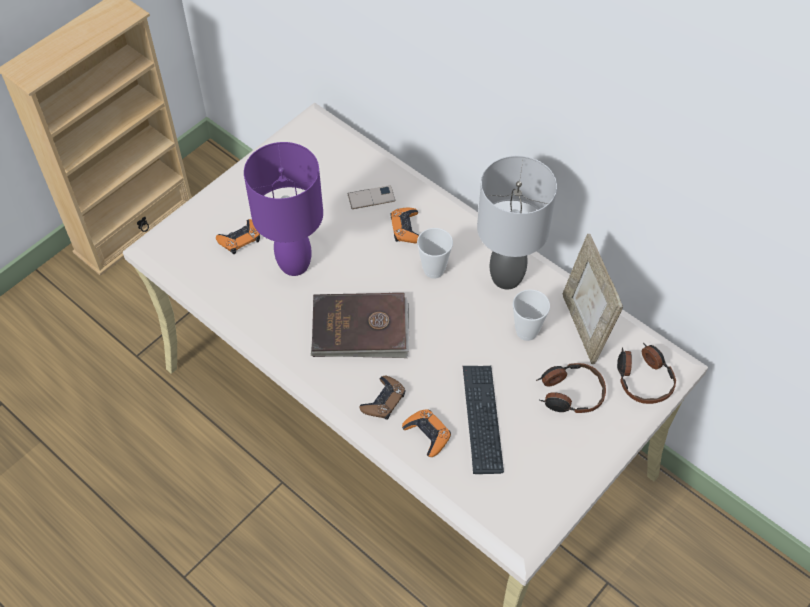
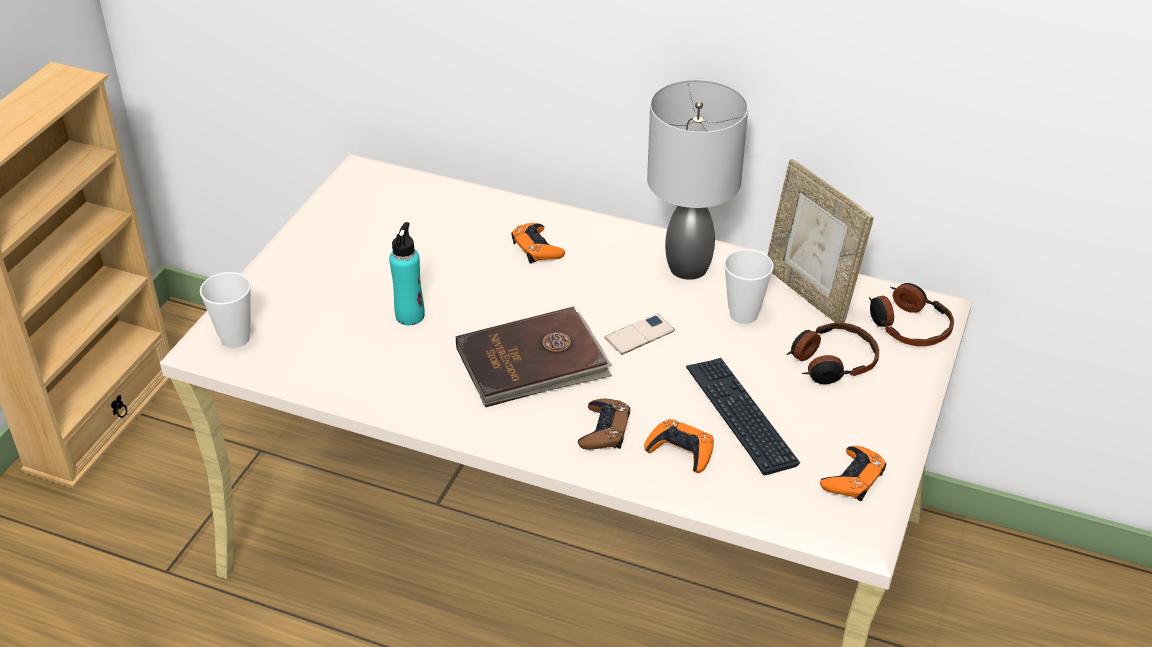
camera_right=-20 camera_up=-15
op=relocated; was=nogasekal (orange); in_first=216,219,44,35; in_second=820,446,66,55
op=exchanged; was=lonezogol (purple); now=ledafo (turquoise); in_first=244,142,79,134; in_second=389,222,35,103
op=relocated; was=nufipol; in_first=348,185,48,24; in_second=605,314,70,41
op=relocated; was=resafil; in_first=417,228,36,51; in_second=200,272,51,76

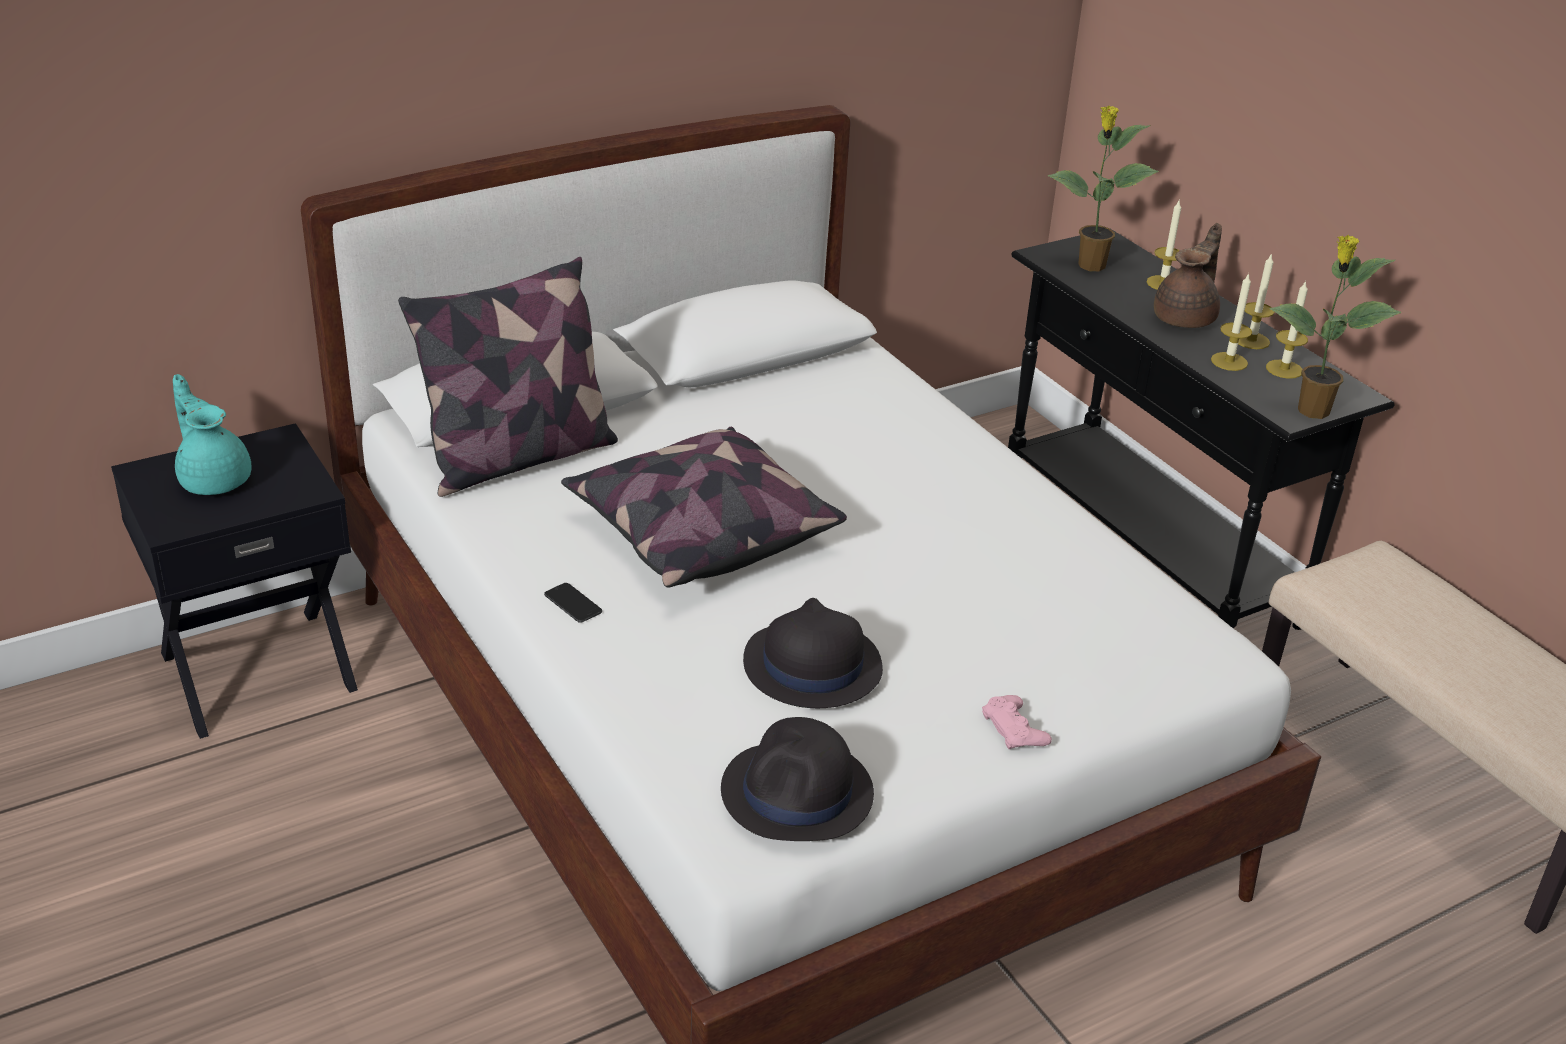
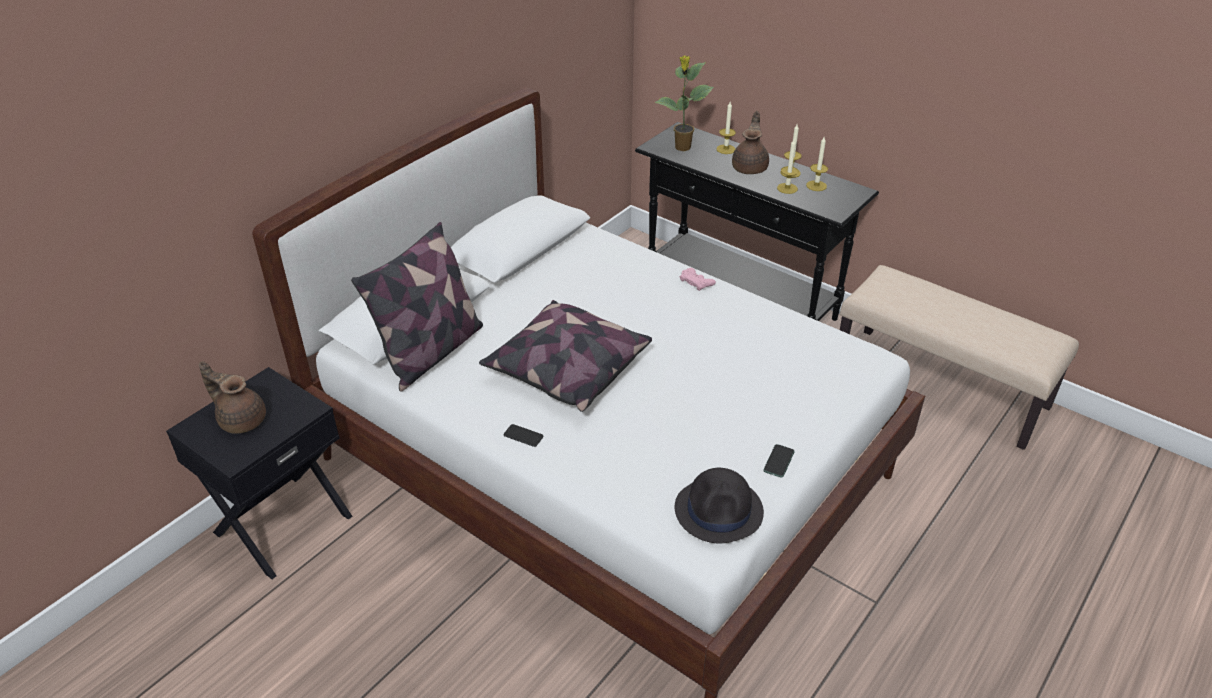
camera_right=-20 camera_up=5
op=colour; was=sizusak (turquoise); now=sizusak (brown); in_first=173,374,79,121; in_second=199,361,67,73
op=missing; was=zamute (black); in_first=743,598,140,110
op=relocated; was=nogasekal (pink); in_first=982,695,70,54; in_second=680,268,36,23
op=missing; was=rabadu; in_first=1269,235,132,184
op=appeared; now=nufipol; in_second=763,444,32,34

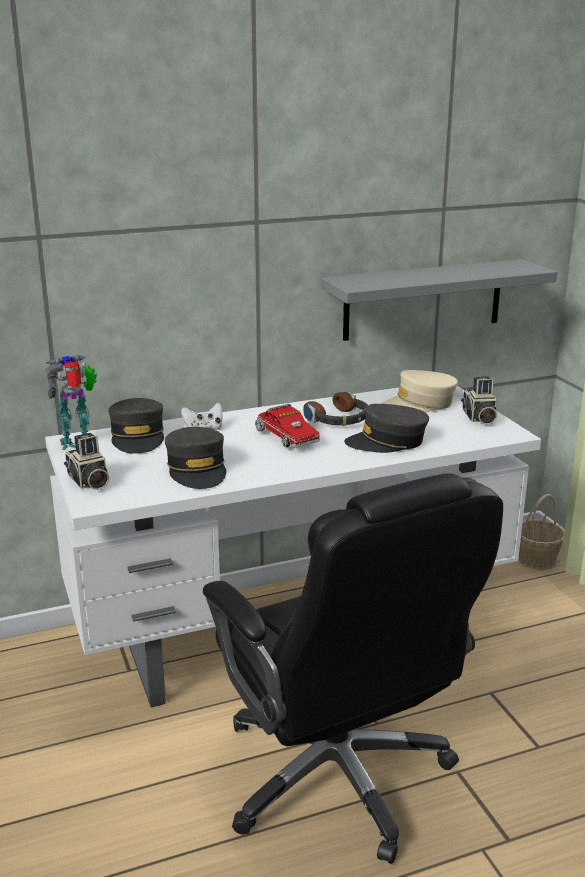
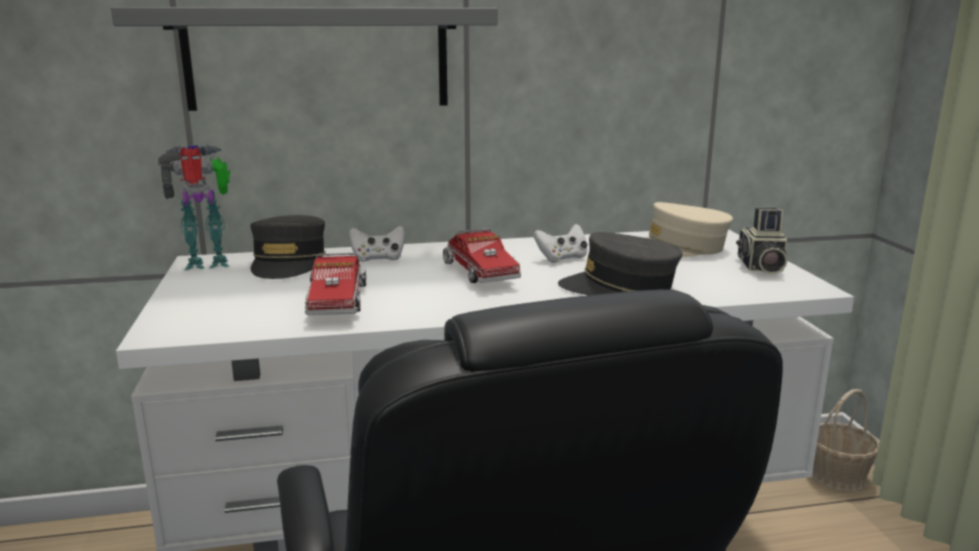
camera_right=10 camera_up=-5
op=missing; was=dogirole; in_first=64,433,45,57
op=exchanged; was=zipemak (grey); now=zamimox; in_first=165,427,61,62; in_second=305,253,61,62
op=exchanged; was=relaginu; now=nogasekal (white); in_first=303,392,65,34; in_second=533,224,54,39
op=relocated; was=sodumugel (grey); in_first=321,259,236,82; in_second=111,7,387,104

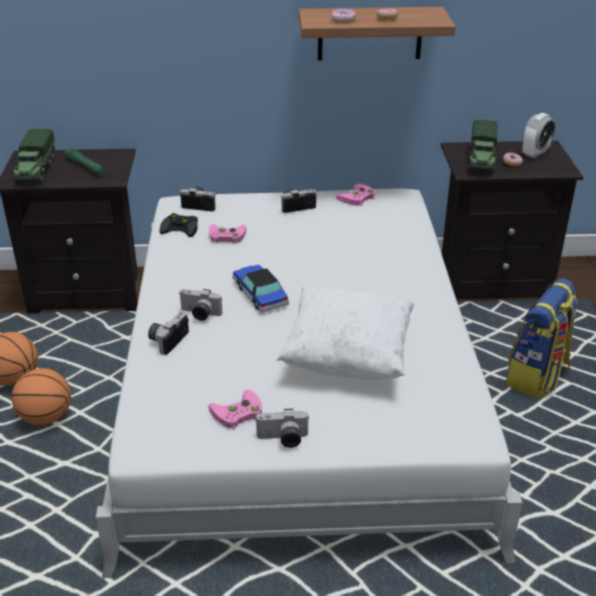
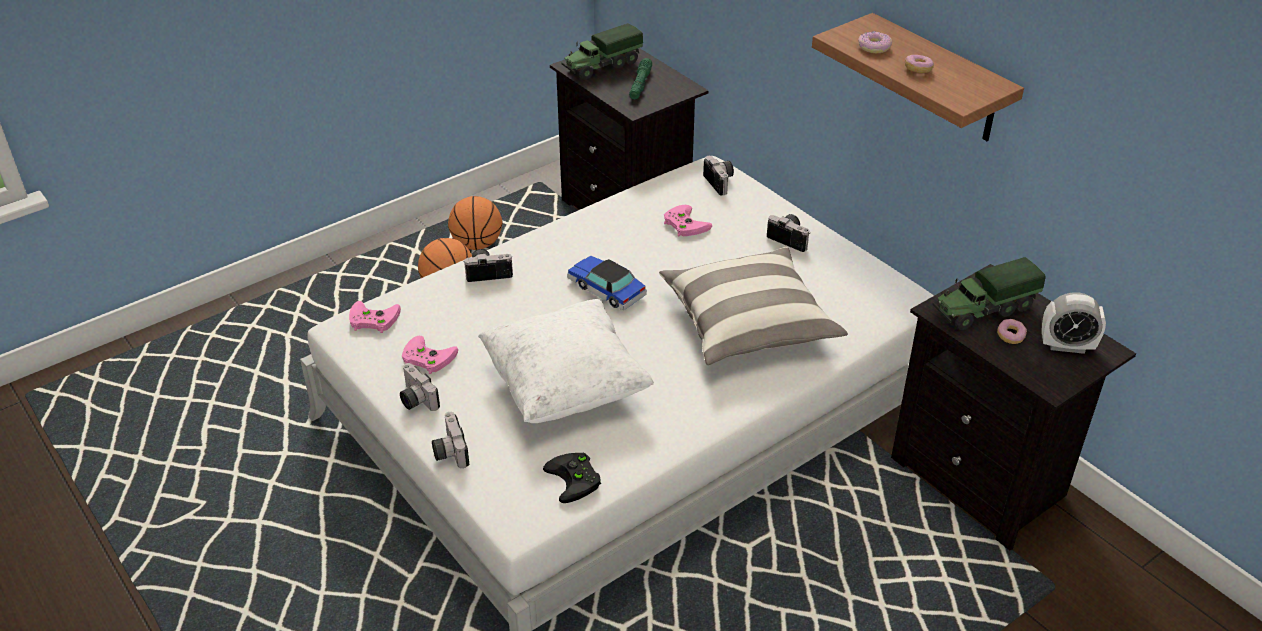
camera_right=55 camera_up=5
op=relocated; was=nogasekal (black); in_first=159,213,39,24; in_second=543,453,58,50
op=relocated; was=dogirole; in_first=179,289,43,32; in_second=432,412,37,56
op=spun; was=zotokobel; in_first=232,264,57,49; in_second=567,255,80,56; clockwise=-75
op=relocated; was=nogasekal (pink); in_first=336,184,39,22; in_second=349,301,52,32
op=missing; was=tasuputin; in_first=506,278,72,121
op=appeared; now=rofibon; in_second=659,247,189,118

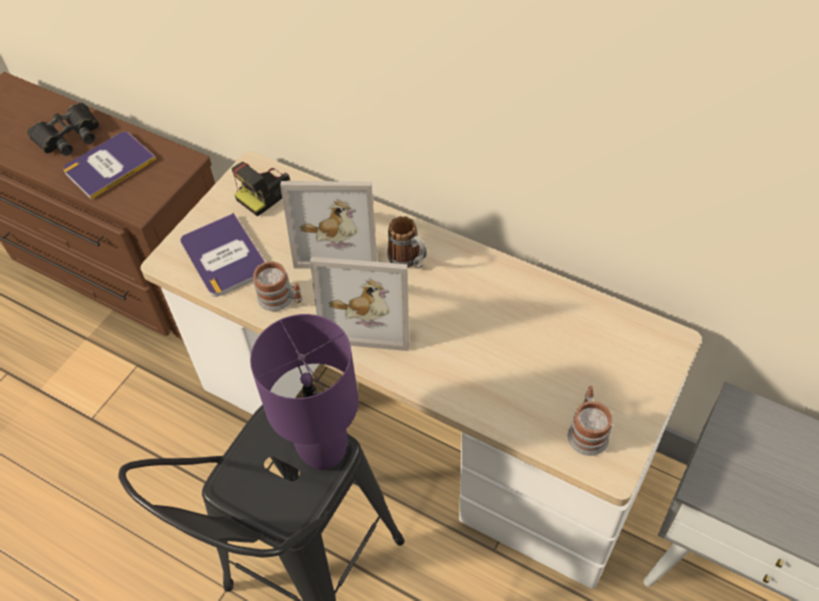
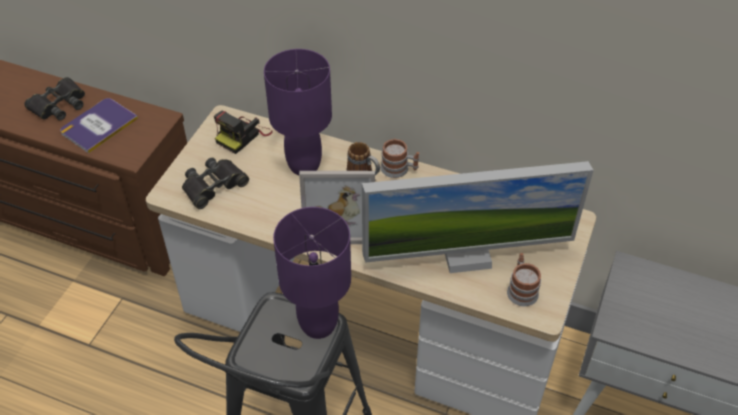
camera_right=-10 camera_up=-5
op=exchanged; was=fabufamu; now=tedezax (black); in_first=180,213,85,84; in_second=182,158,67,51
op=relocated; was=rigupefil; in_first=253,261,49,50; in_second=380,139,39,39
op=exchanged; was=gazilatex; now=lonezogol (purple); in_first=280,181,97,88; in_second=264,49,68,126
op=appeared; now=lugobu; in_second=362,161,232,112

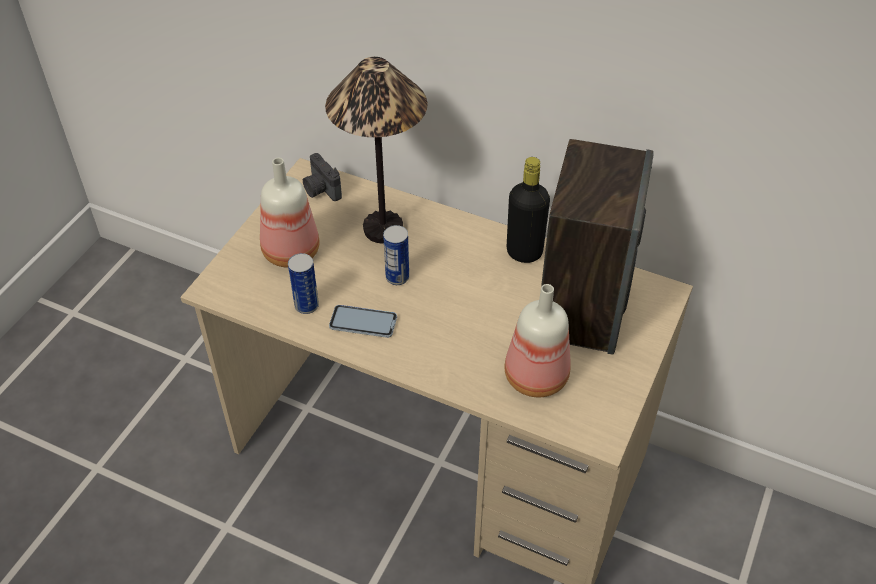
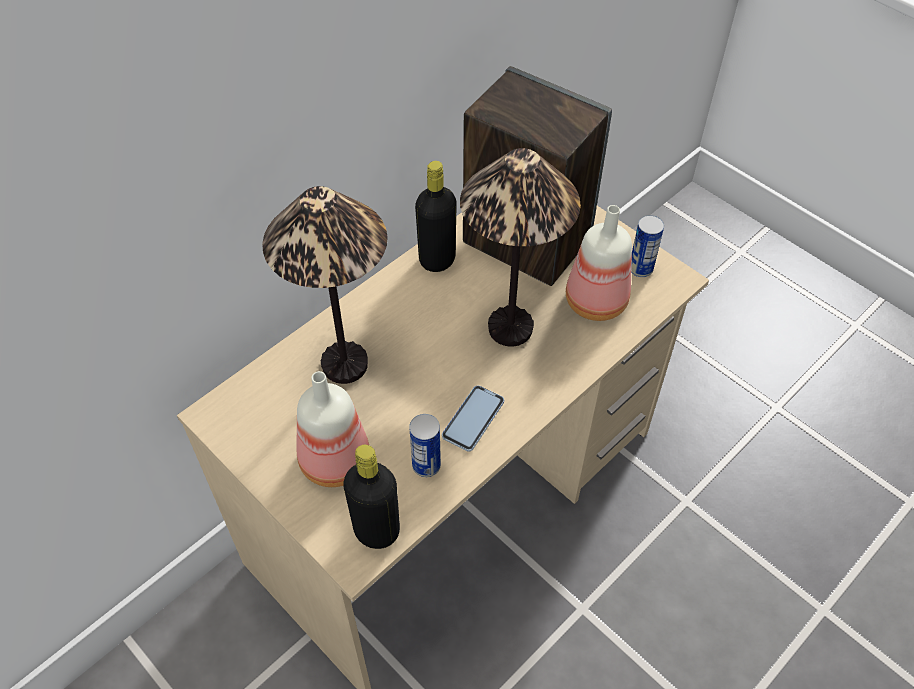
camera_right=-70 camera_up=5
op=missing; was=dogirole; in_first=303,153,39,48
op=relocated; was=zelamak; in_first=383,225,26,60; in_second=631,215,33,62
op=appeared; now=ledafo (black); in_second=343,445,57,104
op=appeared; now=lonezogol; in_second=460,148,121,198

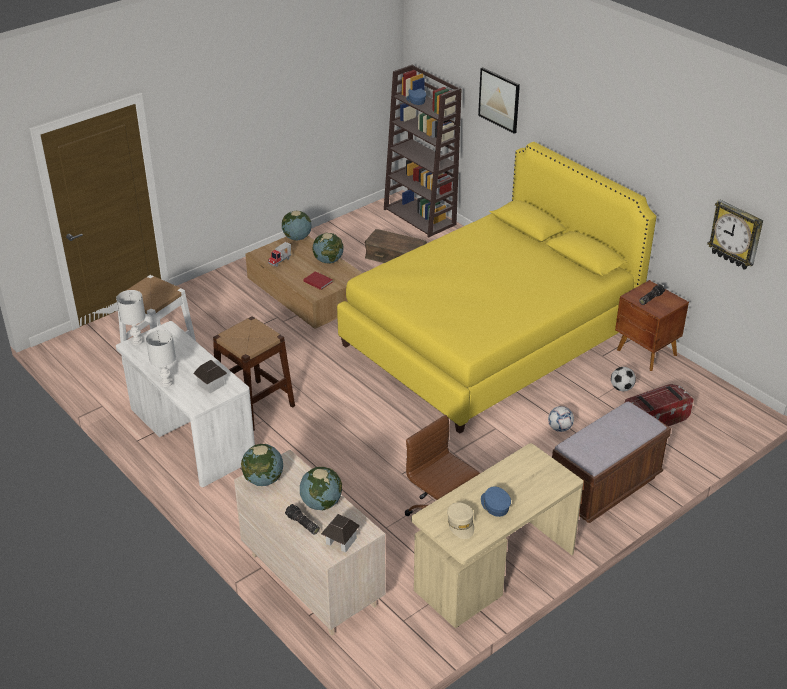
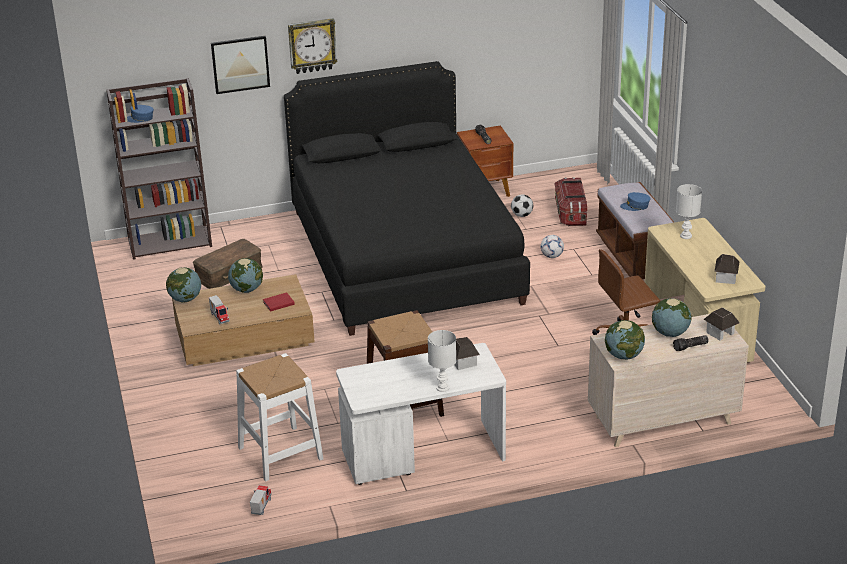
camera_right=-65 camera_up=-5
op=relocated; was=lonezogol (white); in_first=116,290,30,55; in_second=676,184,26,55
op=colour; was=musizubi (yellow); now=musizubi (black); in_first=337,142,319,292; in_second=284,61,246,275
op=exchanged; was=zipemak (beige); now=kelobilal; in_first=447,502,27,37; in_second=715,254,25,30
op=relocated; was=zipemak (blue); in_first=481,487,30,30; in_second=620,192,30,19
op=relocated; was=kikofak; in_first=707,200,56,70; in_second=288,18,49,56
op=appeared; now=zamimox; in_second=250,485,22,30

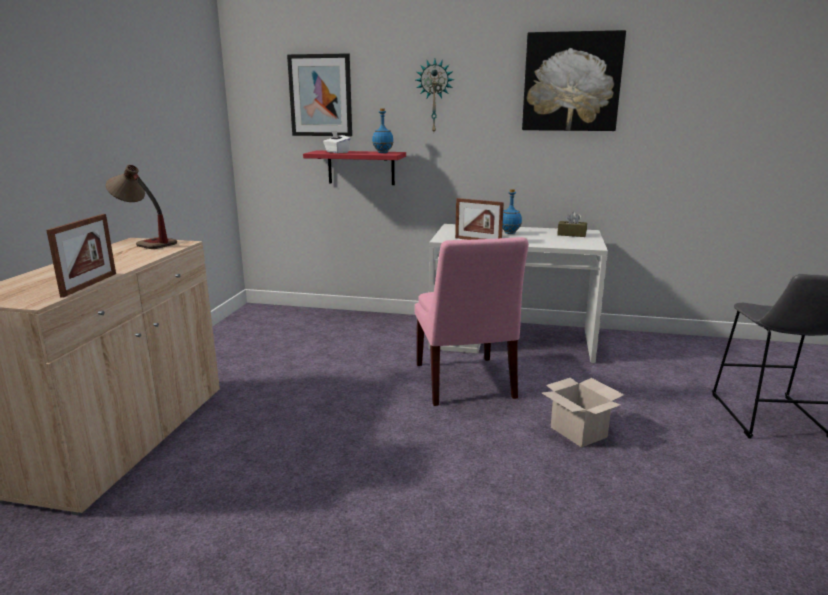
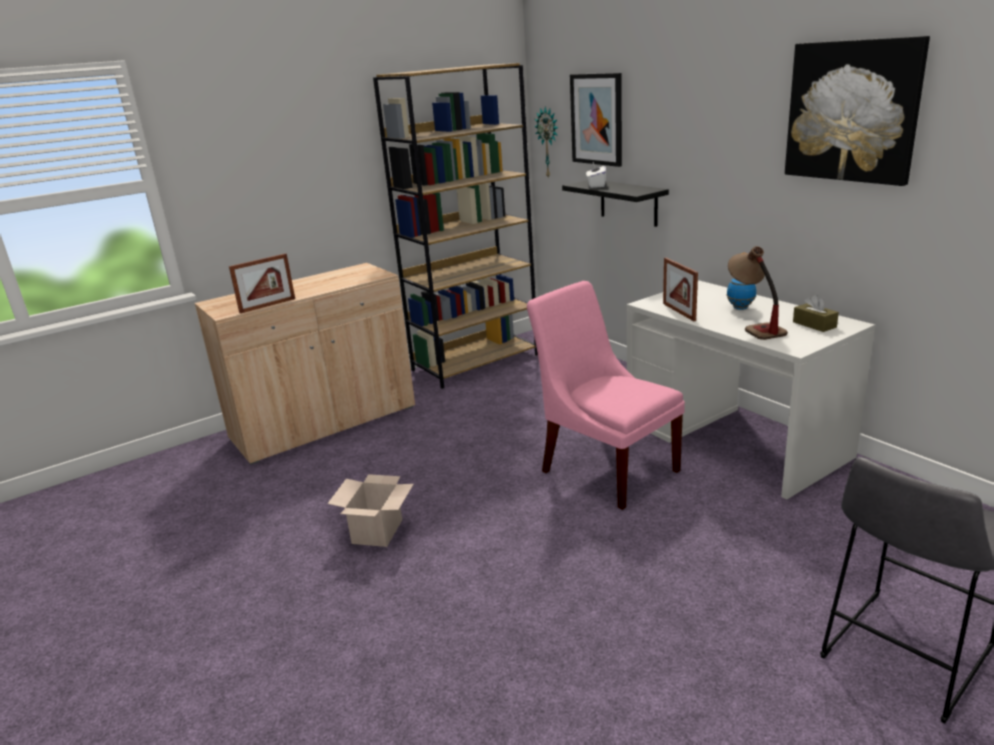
camera_right=45 camera_up=5
op=relocated; was=lonezogol; in_first=106,165,71,84; in_second=728,246,60,94
op=colour; was=sodumugel (red); now=sodumugel (black); in_first=303,150,103,35; in_second=562,180,107,47
op=missing; was=ledafo (blue); in_first=372,108,22,45
op=spun; was=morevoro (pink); in_first=415,237,114,169; in_second=527,281,158,229; clockwise=105
op=relocated; was=kikofak; in_first=416,59,38,73; in_second=534,106,24,73
op=relocated; was=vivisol; in_first=542,378,82,70; in_second=327,474,87,73
op=appeared; now=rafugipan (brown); in_second=373,63,165,326

